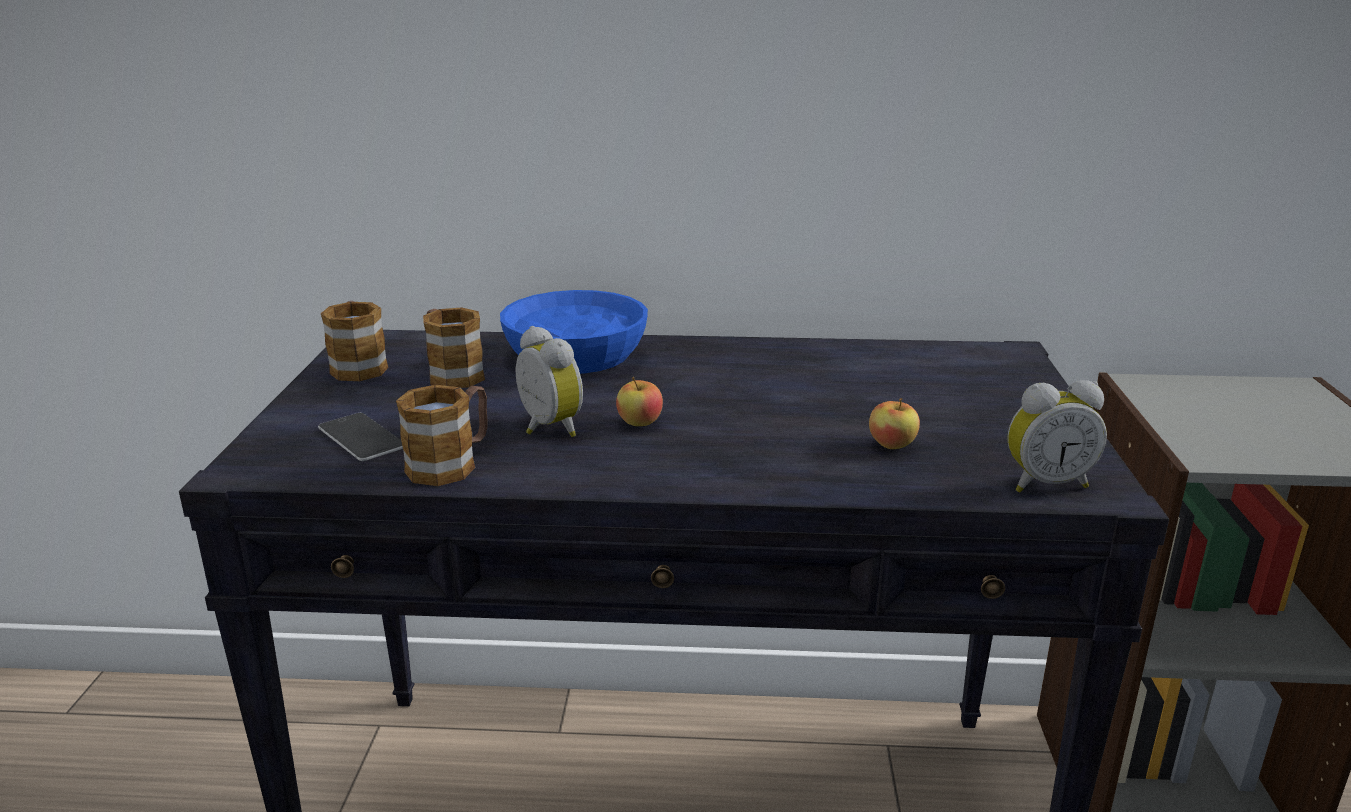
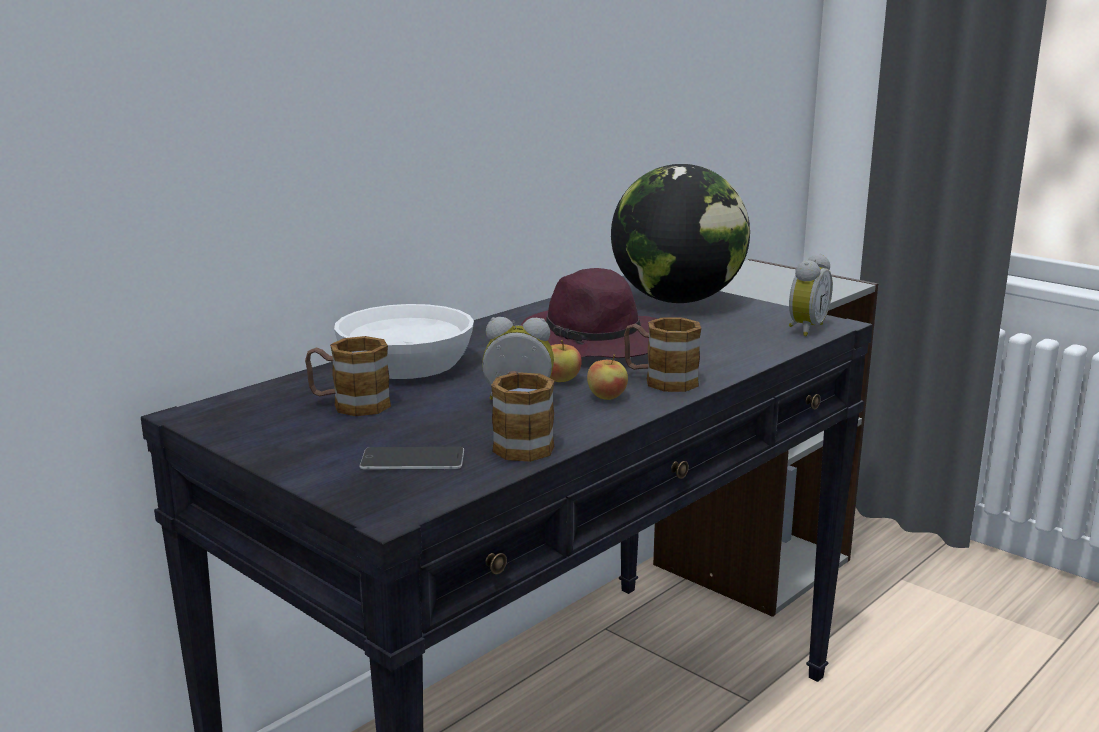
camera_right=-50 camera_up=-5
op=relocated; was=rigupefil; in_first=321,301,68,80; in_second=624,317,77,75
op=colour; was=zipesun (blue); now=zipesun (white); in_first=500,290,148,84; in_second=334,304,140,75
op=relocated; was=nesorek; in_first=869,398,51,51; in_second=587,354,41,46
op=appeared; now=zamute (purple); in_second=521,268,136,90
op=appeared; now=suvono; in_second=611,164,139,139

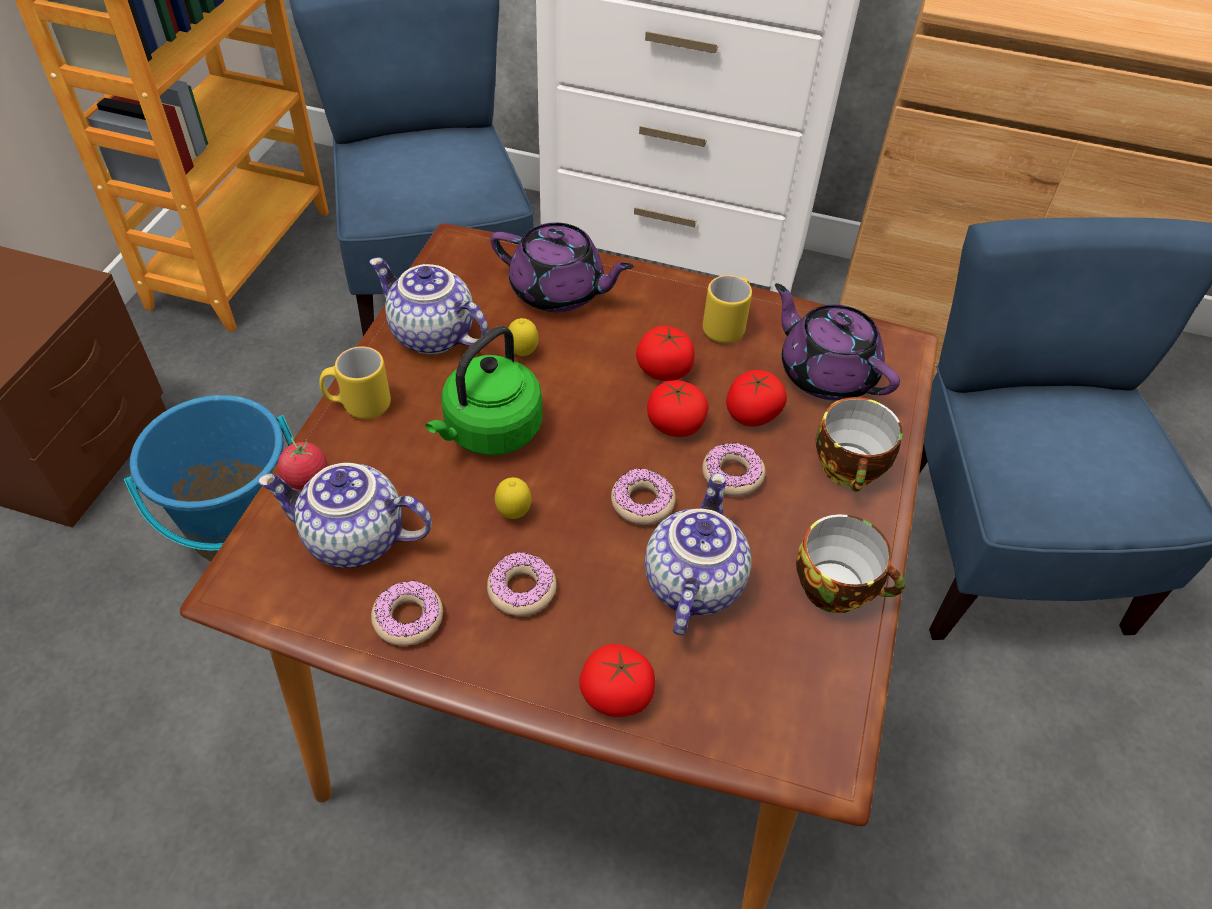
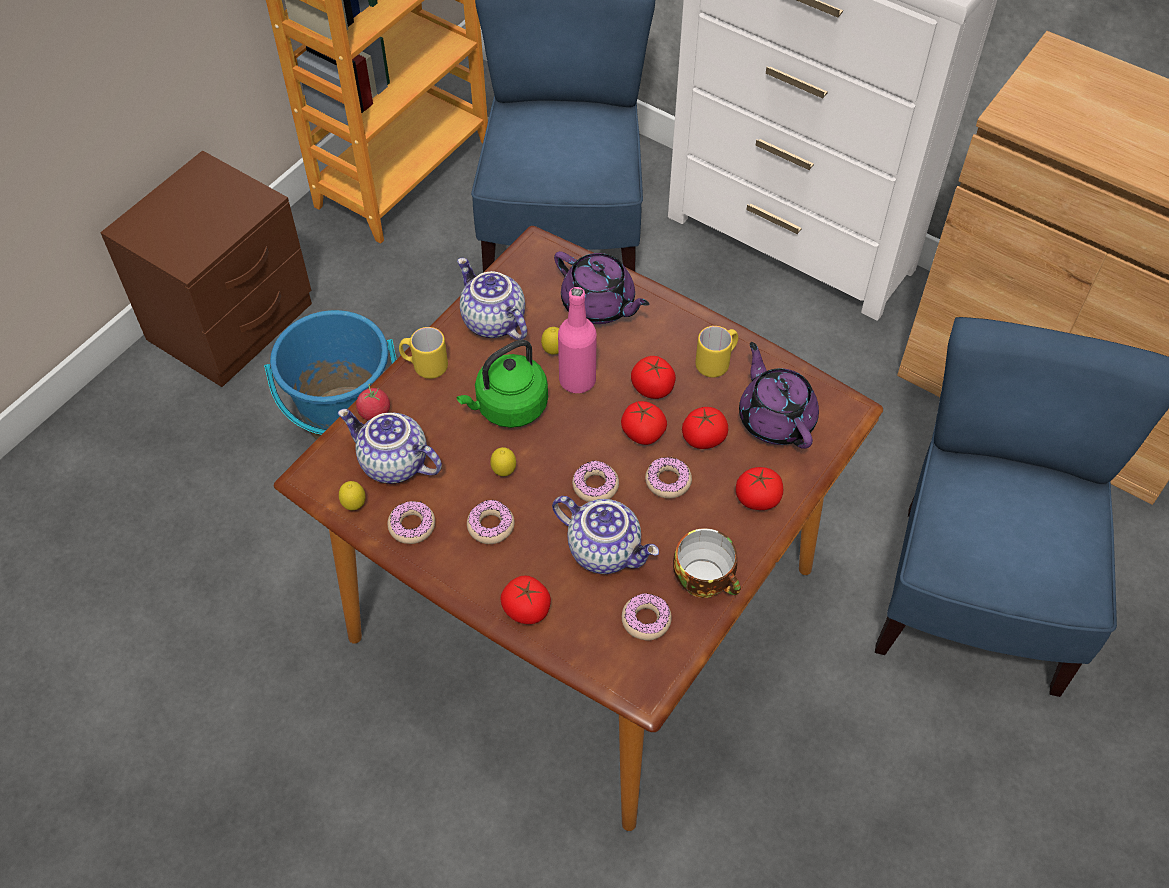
camera_right=20 camera_up=5
op=spun; was=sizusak; in_first=645,473,106,162; in_second=552,496,107,78; clockwise=90
op=exchanged; was=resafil; now=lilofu; in_first=816,397,87,95; in_second=736,467,47,43
op=appeared; now=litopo; in_second=339,481,27,29
op=appeared; now=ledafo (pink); in_second=558,287,39,106
op=appeared; now=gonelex; in_second=622,593,50,48

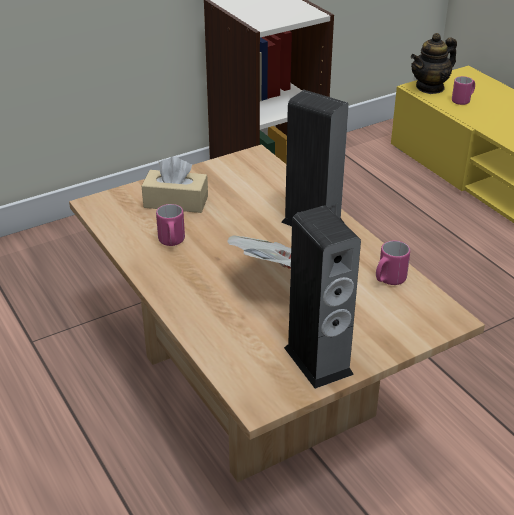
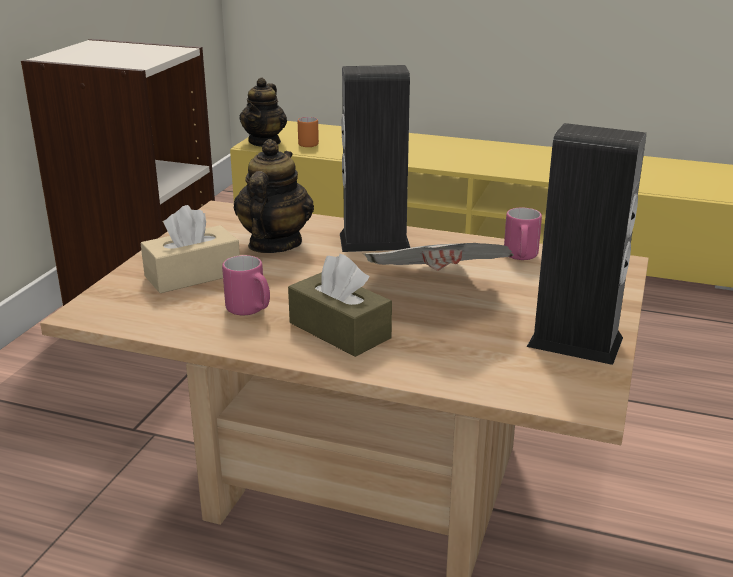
camera_right=-40 camera_up=-10
op=colour; was=rigupefil (pink); now=rigupefil (orange); in_first=452,76,23,29; in_second=298,117,21,30
op=appeared; now=sizusak; in_second=233,139,81,114
op=appeared; now=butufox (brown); in_second=288,254,104,103

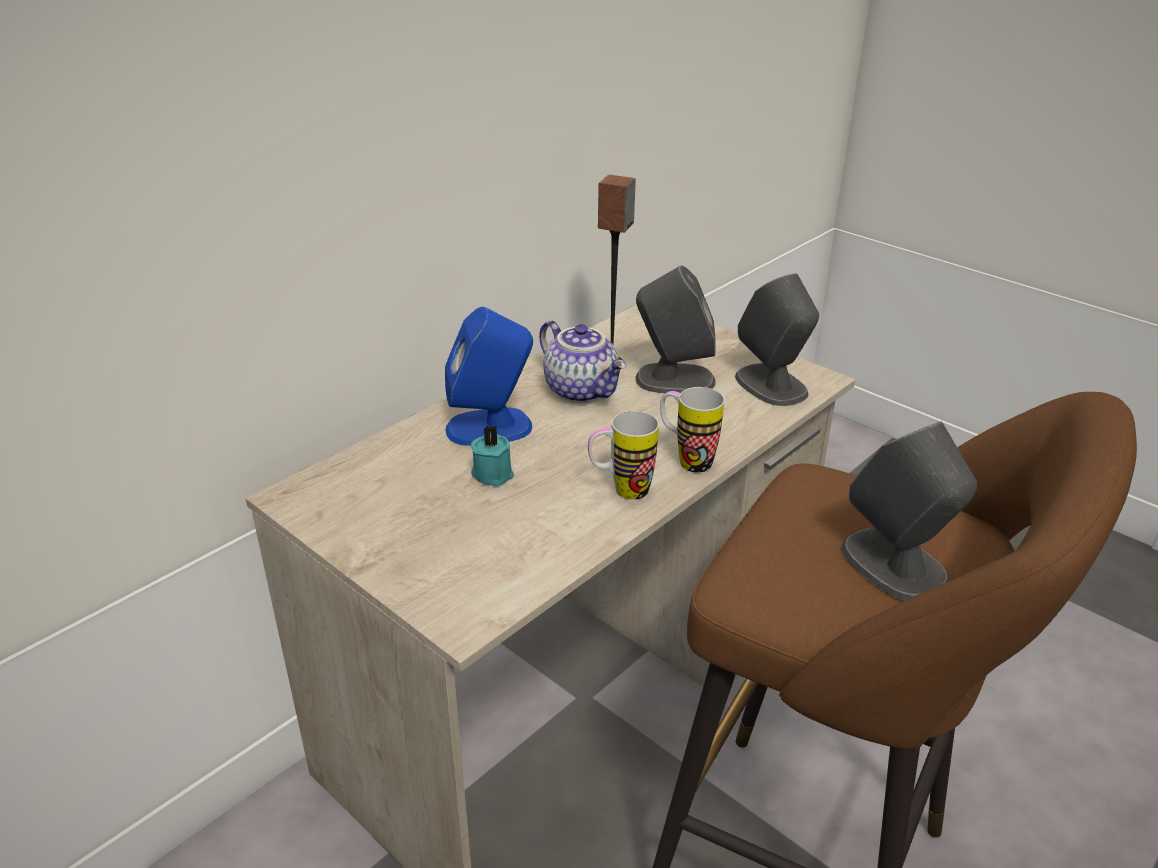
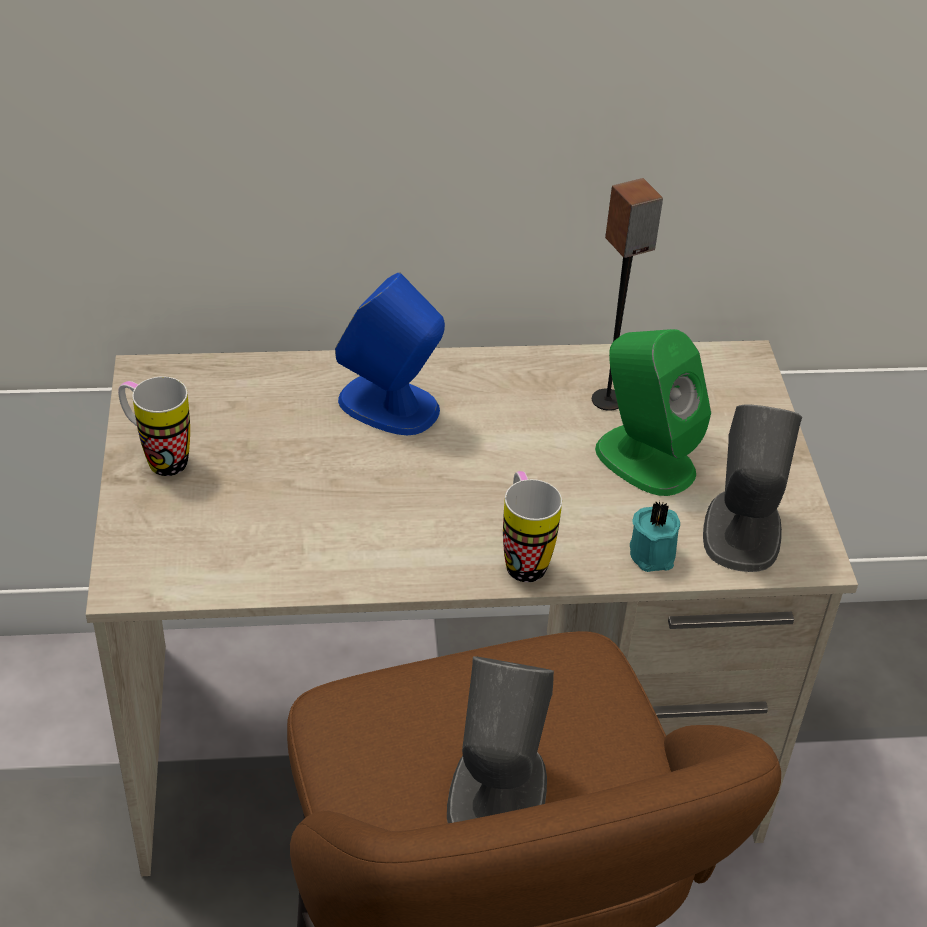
camera_right=40 camera_up=10
op=relocated; was=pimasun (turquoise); in_first=471,426,43,60; in_second=630,500,50,72
op=missing; was=sizusak; in_first=539,320,87,83
op=relocated; was=rigupefil; in_first=588,411,71,89; in_second=118,376,72,100
op=colour; was=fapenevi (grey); now=fapenevi (green); in_first=635,266,81,127; in_second=595,329,116,167

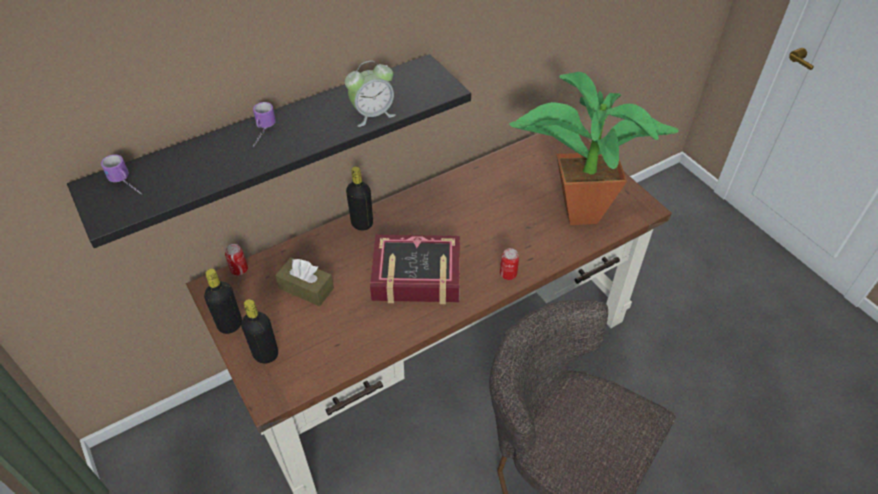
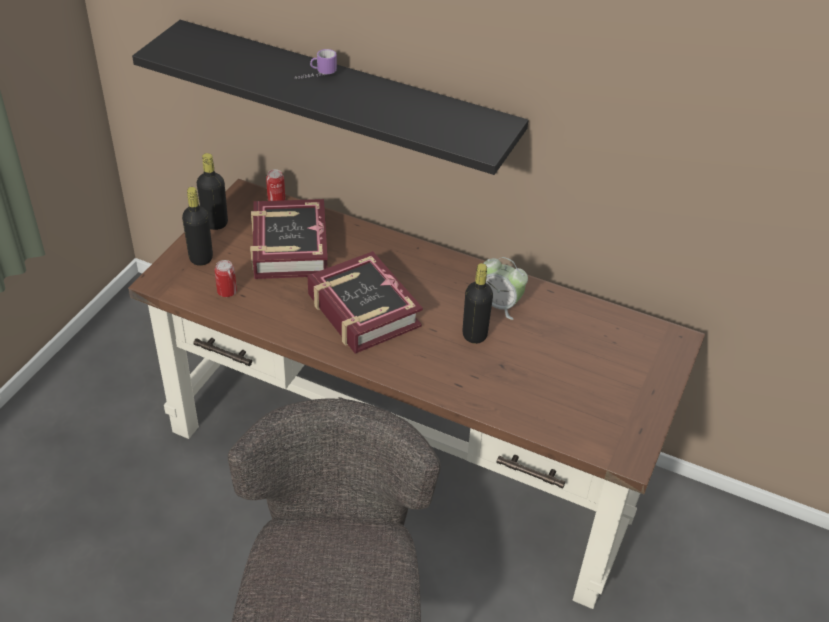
camera_right=55 camera_up=-5
op=missing; was=rigupefil; in_first=101,154,41,40
op=exchanged; was=butufox (brown); now=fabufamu; in_first=275,257,59,49; in_second=250,199,78,80
op=relocated; was=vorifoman; in_first=345,61,51,66; in_second=483,257,45,63
op=relocated; was=ledafo (black); in_first=346,166,27,65; in_second=462,263,31,81
op=relocated; was=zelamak; in_first=500,248,19,32; in_second=215,260,22,37
op=missing; was=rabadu; in_first=509,72,170,153

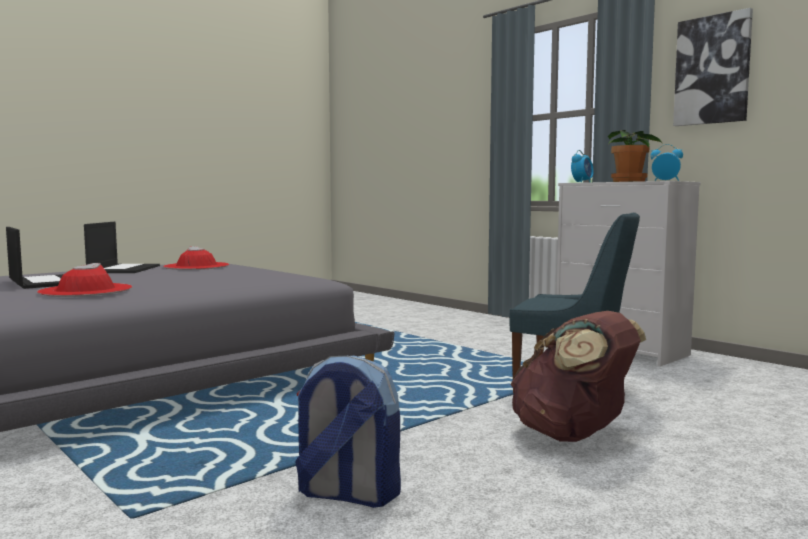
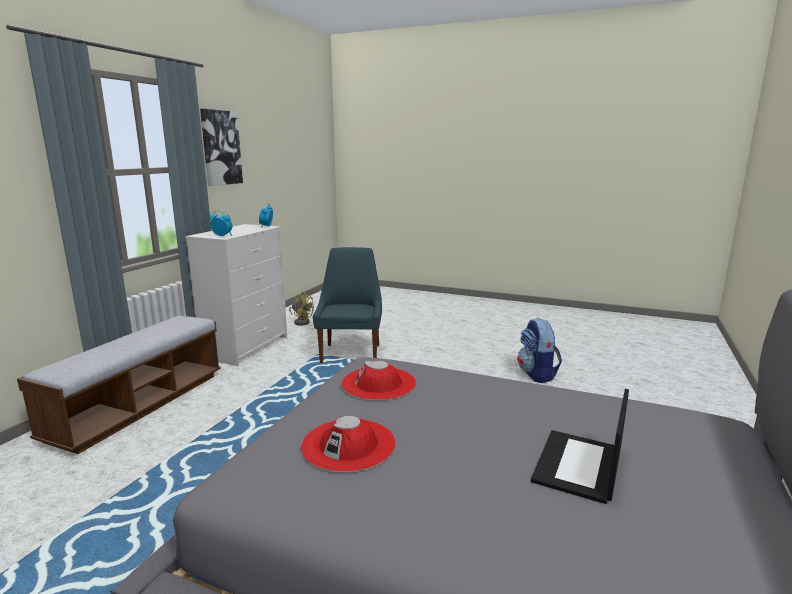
camera_right=-115 camera_up=10
op=relocated; was=zamute (red); in_first=37,263,96,34; in_second=341,361,75,39
op=missing; was=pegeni; in_first=84,222,76,51
op=missing; was=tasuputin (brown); in_first=510,311,136,131
op=missing; was=rabadu; in_first=608,130,56,52
op=appeared; now=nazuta; in_second=17,316,204,138
op=appeared; now=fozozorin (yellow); in_second=289,291,25,35

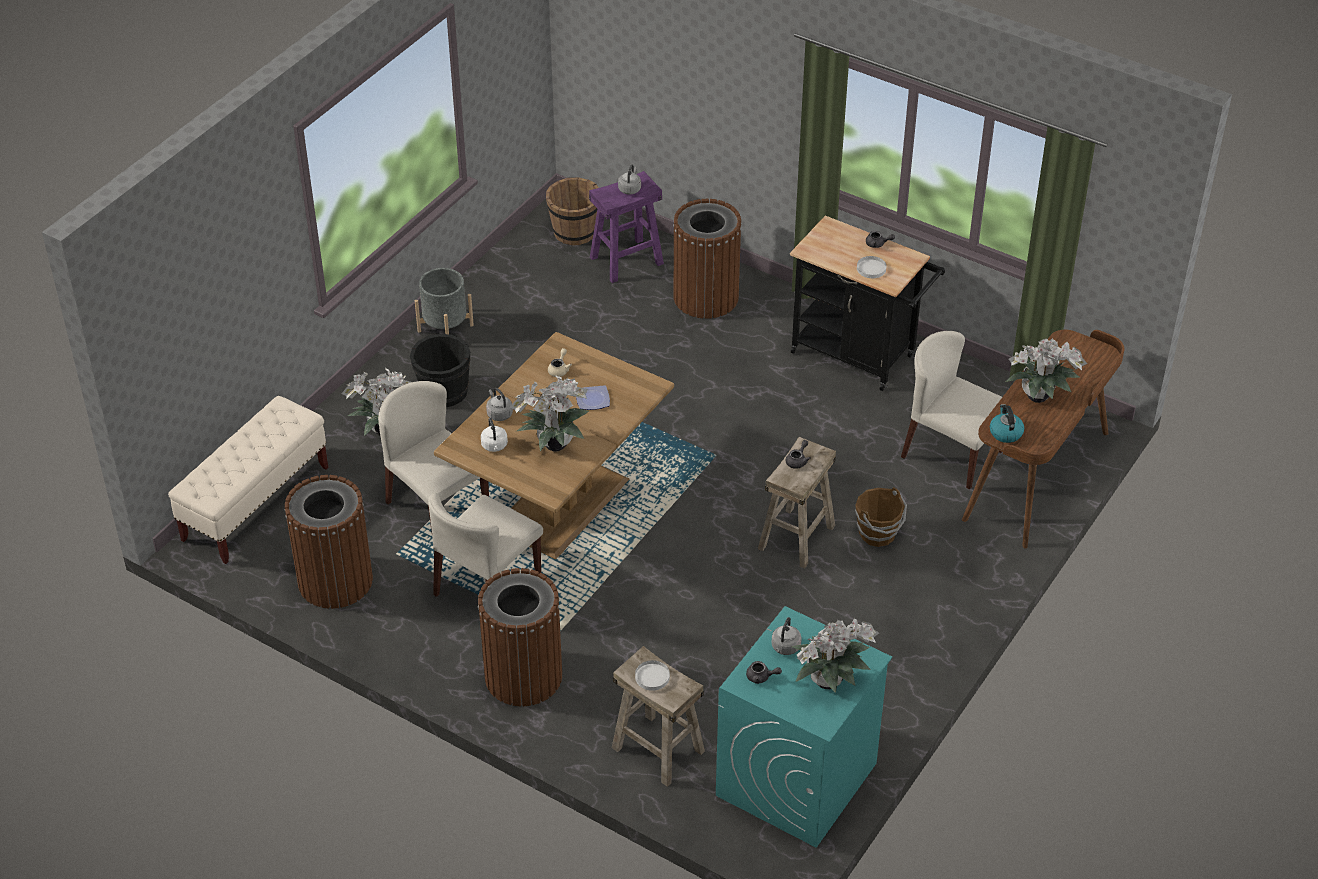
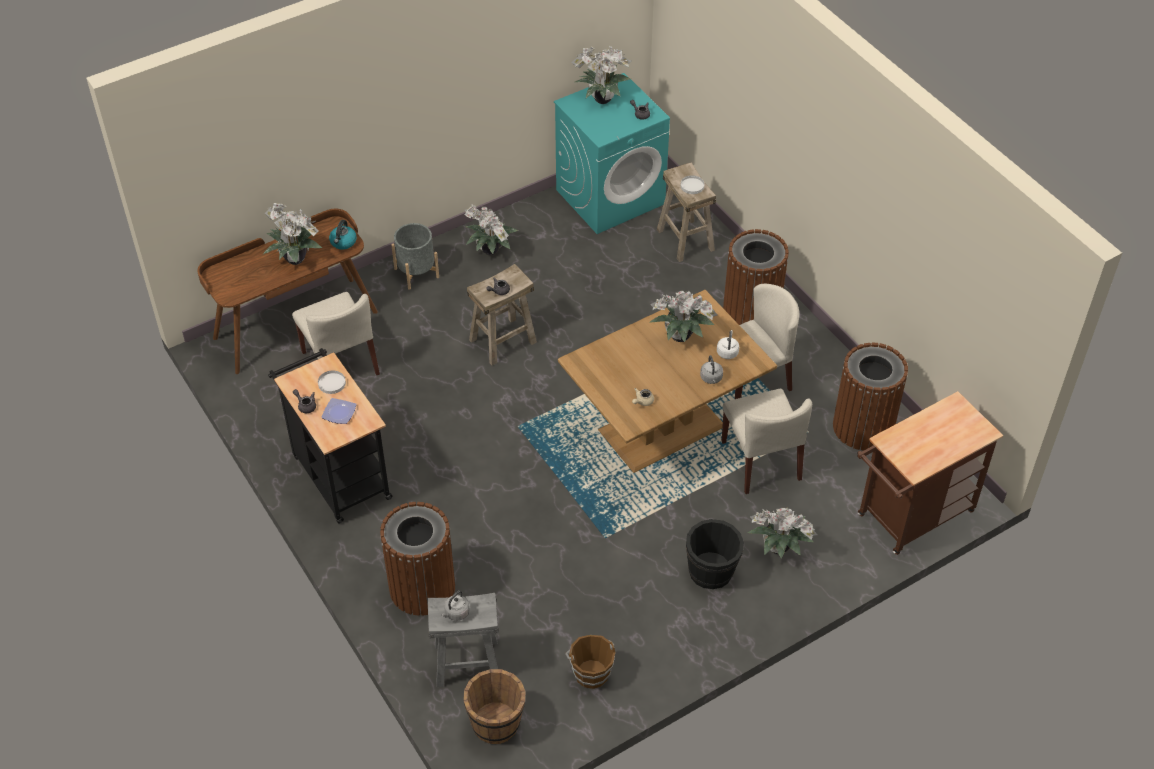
camera_right=-155 camera_up=5
op=exchanged; was=nazuta (beige); now=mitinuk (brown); in_first=168,396,160,168; in_second=857,391,146,164
op=relocated; was=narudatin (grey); in_first=415,268,59,66; in_second=391,223,48,66
op=relocated; was=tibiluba; in_first=576,385,34,25; in_second=322,398,35,26
op=colour; was=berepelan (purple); now=berepelan (grey); in_first=589,171,75,112; in_second=427,593,72,94
op=missing; was=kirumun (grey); in_first=771,617,31,38
op=relocated; was=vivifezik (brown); in_first=855,487,52,60; in_second=565,635,50,54
op=appeared; now=rabadu; in_second=465,204,53,51

